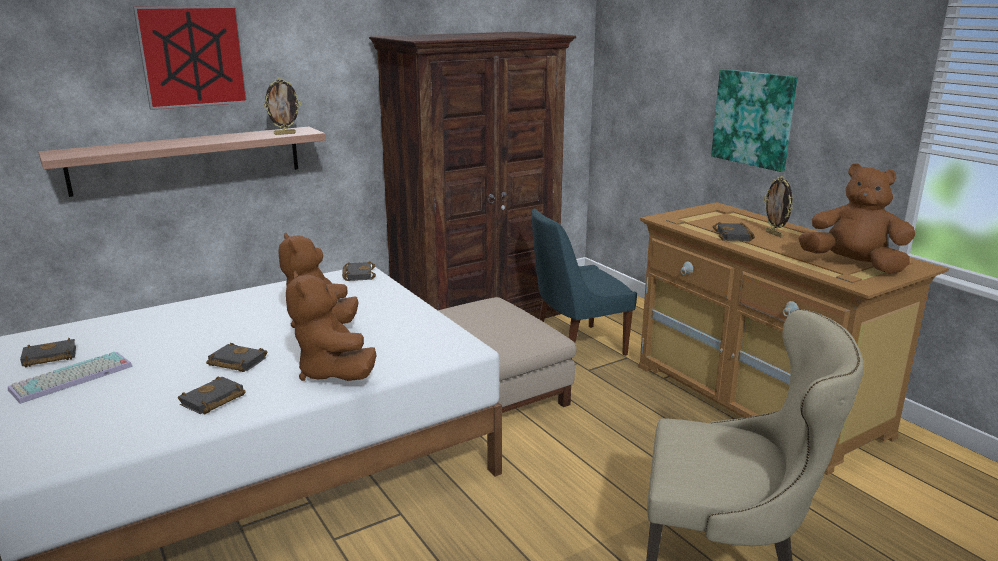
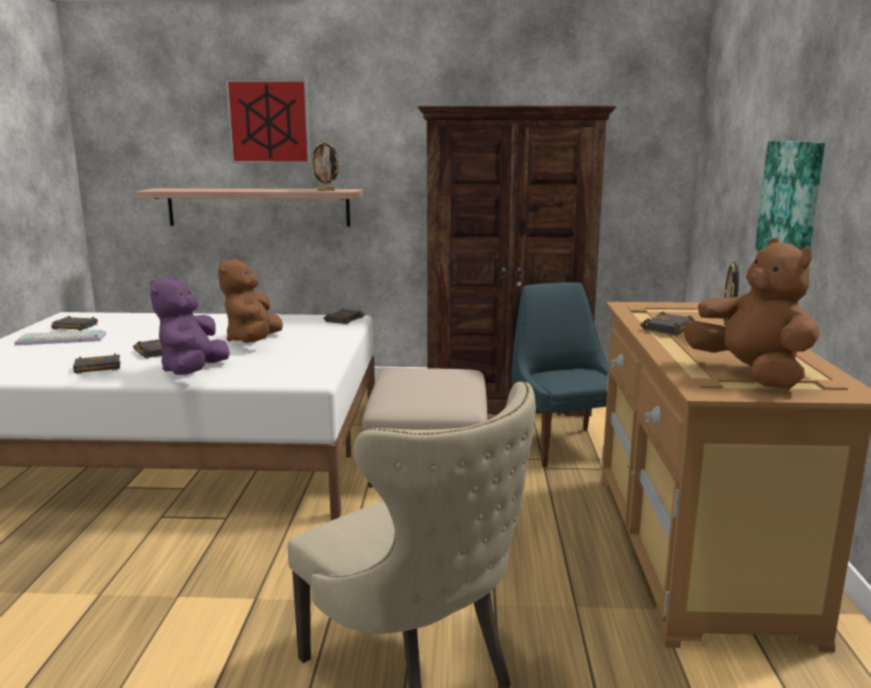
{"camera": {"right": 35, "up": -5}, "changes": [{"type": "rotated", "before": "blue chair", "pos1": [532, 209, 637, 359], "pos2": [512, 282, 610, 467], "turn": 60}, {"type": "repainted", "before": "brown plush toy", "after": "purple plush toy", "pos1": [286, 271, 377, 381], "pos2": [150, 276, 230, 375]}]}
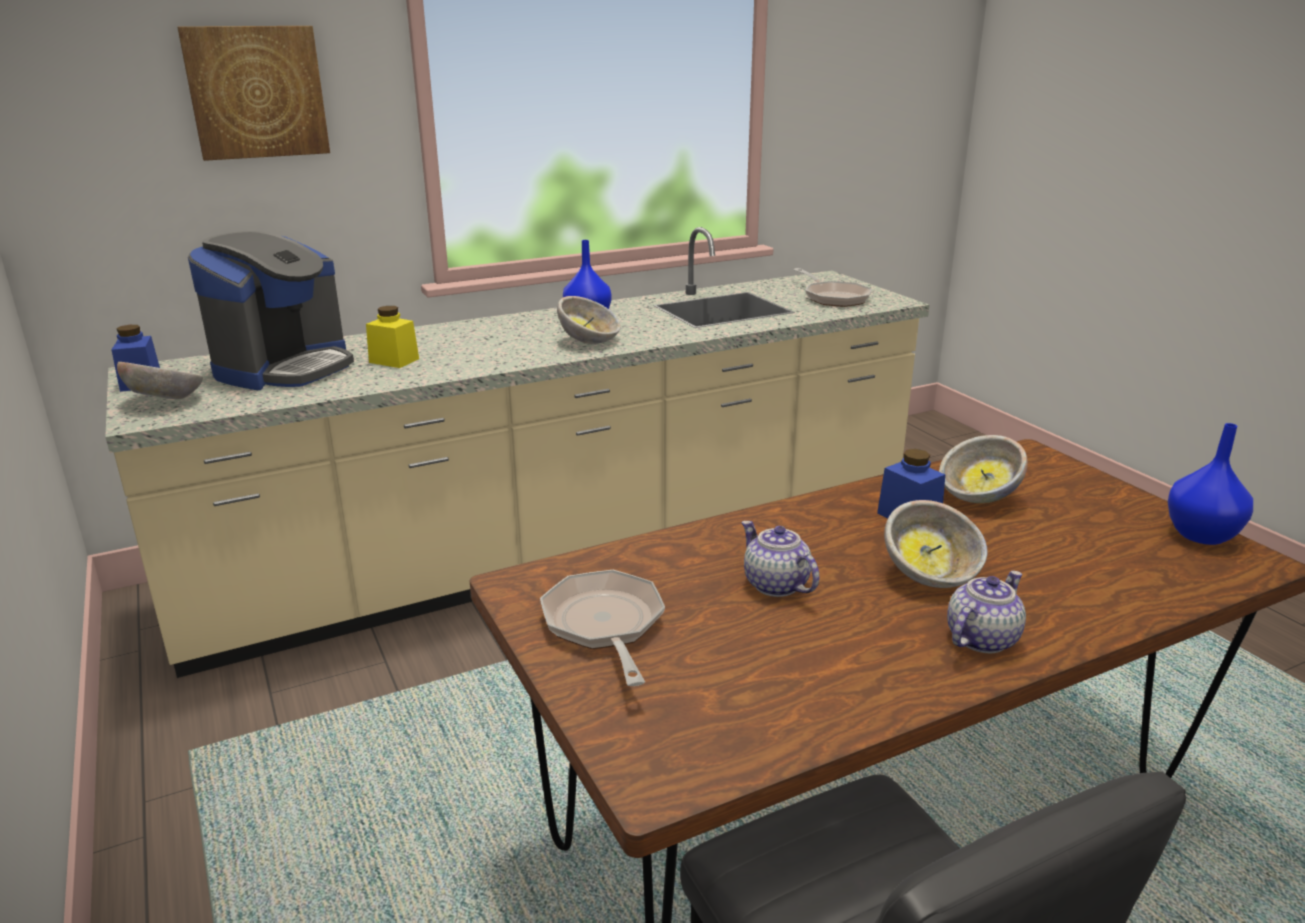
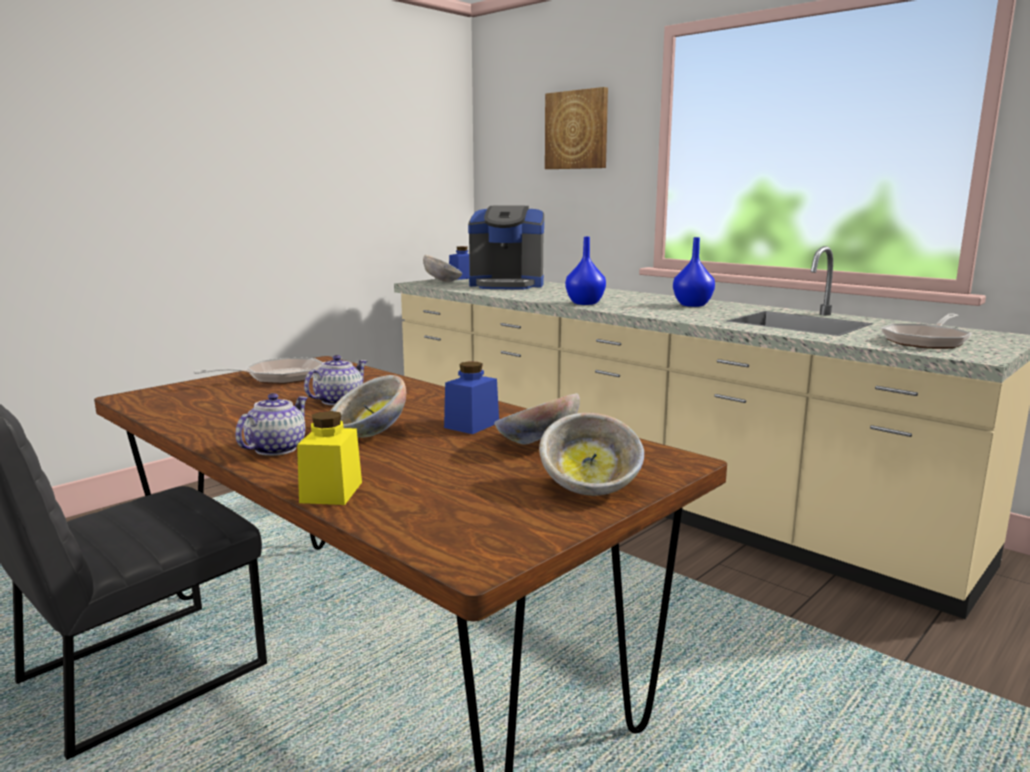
{"camera": {"right": 70, "up": -10}, "changes": [{"type": "shifted", "before": "bowl", "pos1": [557, 296, 621, 344], "pos2": [539, 413, 644, 496]}, {"type": "shifted", "before": "yellow jar", "pos1": [366, 306, 419, 368], "pos2": [297, 411, 362, 505]}, {"type": "shifted", "before": "blue vase", "pos1": [1168, 423, 1253, 545], "pos2": [565, 237, 606, 305]}, {"type": "rotated", "before": "teapot", "pos1": [947, 571, 1026, 653], "pos2": [235, 393, 308, 456], "turn": -90}]}
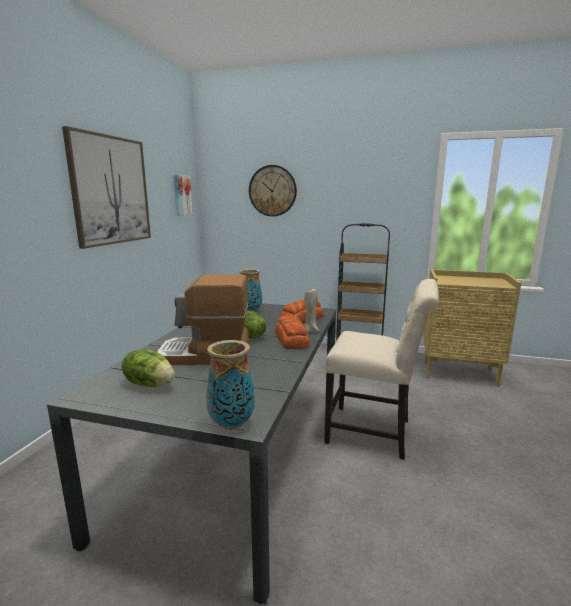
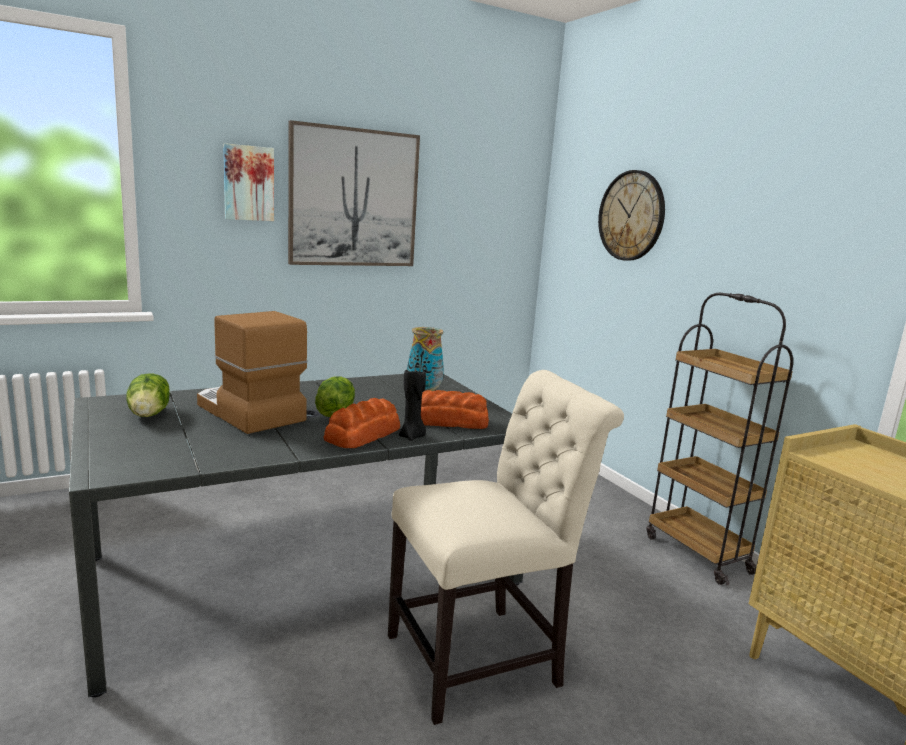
{"camera": {"right": 45, "up": 0}, "changes": [{"type": "shifted", "before": "picture", "pos1": [174, 174, 193, 216], "pos2": [223, 143, 274, 221]}, {"type": "rotated", "before": "beige chair", "pos1": [324, 279, 439, 460], "pos2": [388, 370, 624, 725], "turn": -90}, {"type": "repainted", "before": "beige candle", "after": "black candle", "pos1": [304, 289, 319, 333], "pos2": [399, 368, 426, 441]}, {"type": "gone", "before": "vase", "pos1": [206, 340, 255, 430]}]}
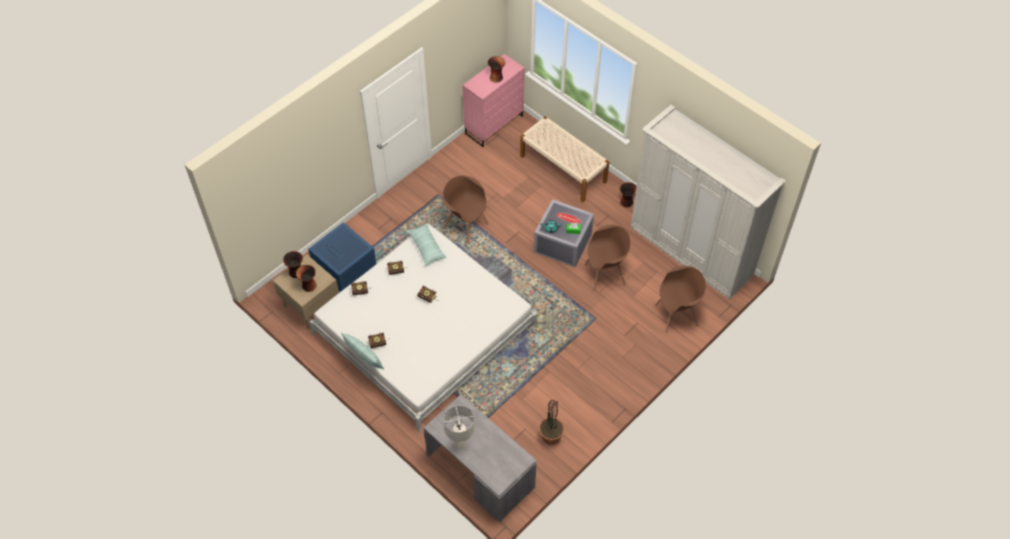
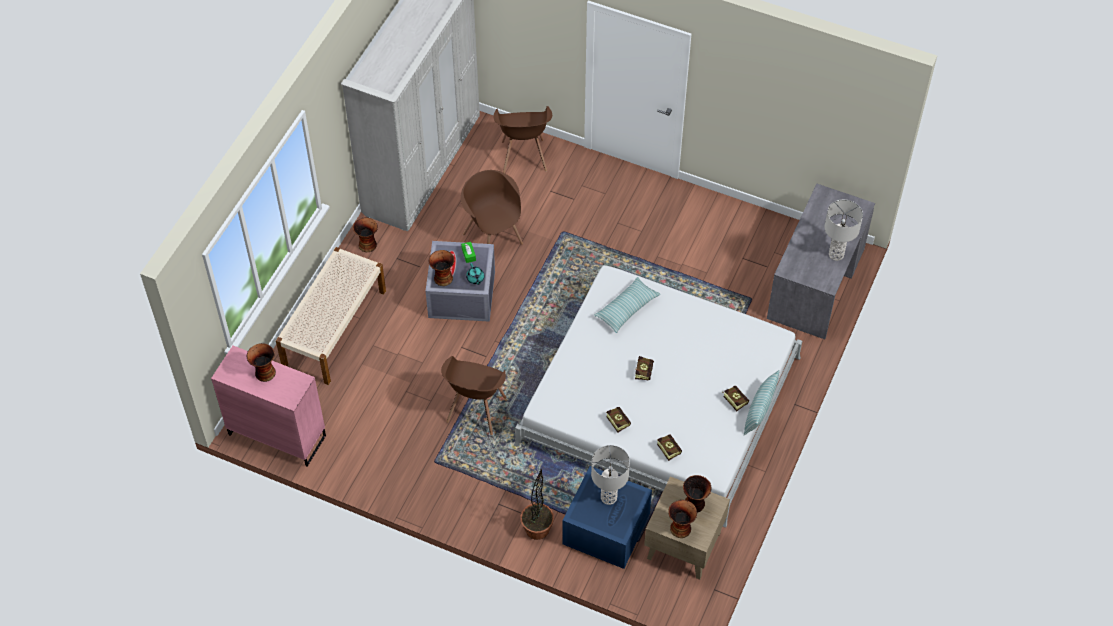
{"camera": {"right": -110, "up": 0}, "changes": [{"type": "shifted", "before": "pillow", "pos1": [407, 223, 446, 266], "pos2": [594, 277, 660, 333]}, {"type": "rotated", "before": "brown chair", "pos1": [655, 266, 706, 333], "pos2": [493, 106, 552, 173], "turn": -150}, {"type": "shifted", "before": "potted plant", "pos1": [539, 400, 564, 445], "pos2": [520, 468, 554, 540]}, {"type": "new", "after": "vase", "pos2": [429, 250, 454, 286]}, {"type": "new", "after": "white table lamp", "pos2": [591, 445, 630, 505]}]}
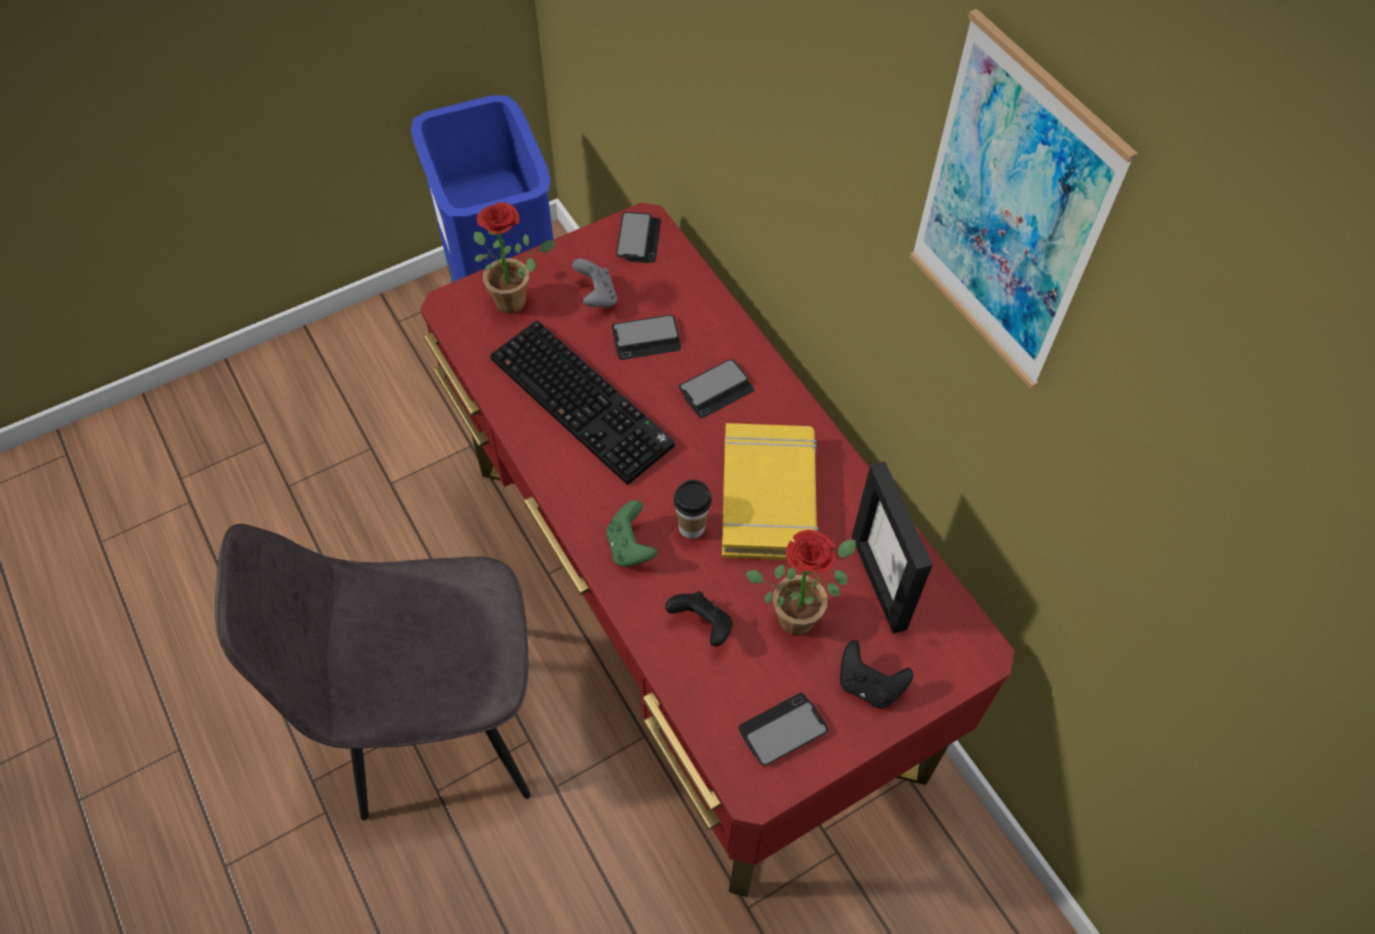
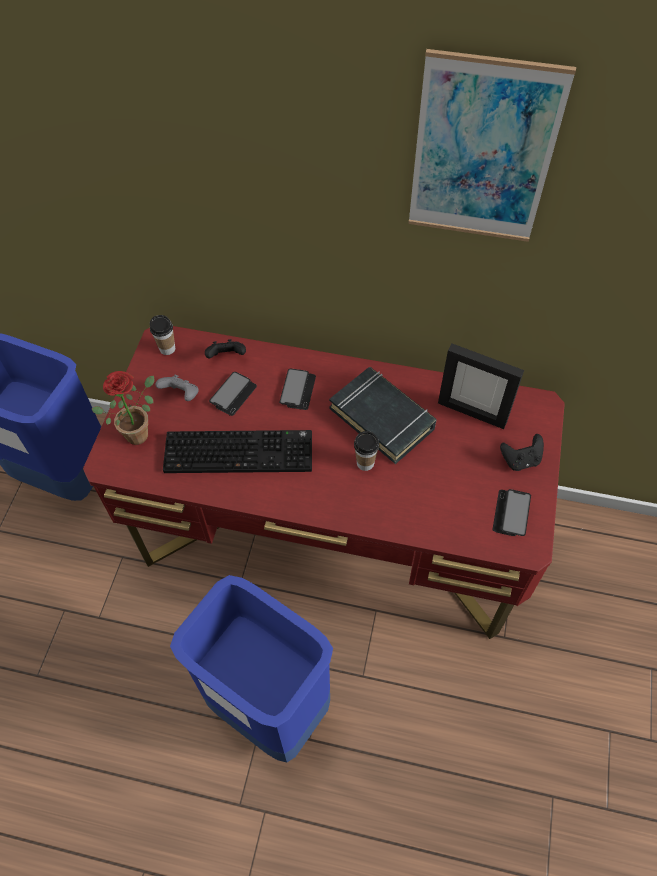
{"camera": {"right": -45, "up": 0}, "changes": [{"type": "swapped", "before": "phone", "after": "cup", "pos1": [616, 212, 661, 263], "pos2": [150, 315, 175, 355]}, {"type": "repainted", "before": "yellow book", "after": "black book", "pos1": [722, 423, 818, 560], "pos2": [329, 367, 437, 464]}, {"type": "gone", "before": "green game controller", "pos1": [606, 500, 657, 567]}, {"type": "swapped", "before": "grey chair", "after": "blue trash can", "pos1": [215, 524, 531, 820], "pos2": [170, 575, 333, 763]}, {"type": "gone", "before": "potted plant", "pos1": [746, 530, 856, 636]}, {"type": "shifted", "before": "black game controller", "pos1": [665, 591, 733, 647], "pos2": [205, 339, 246, 359]}]}
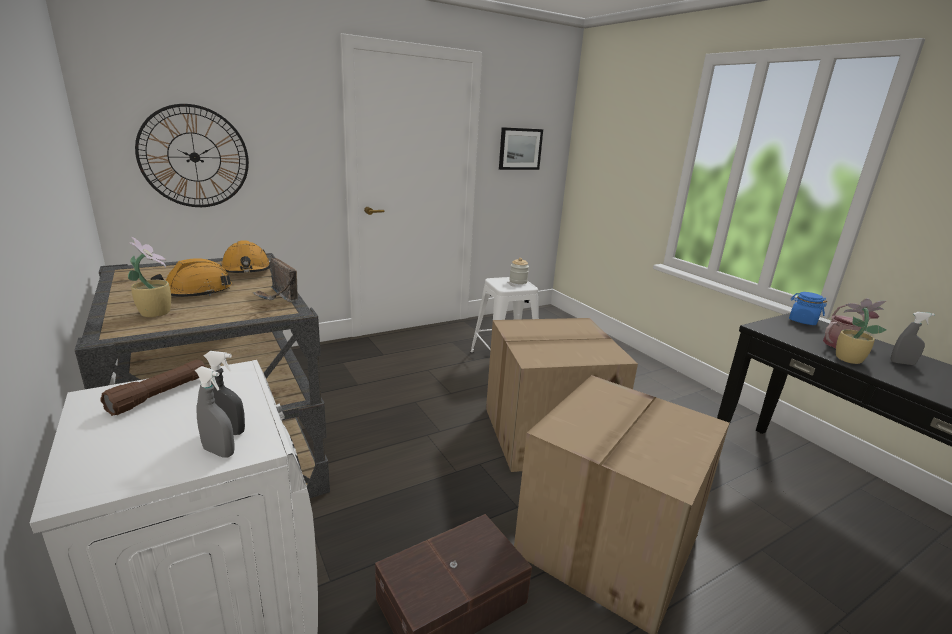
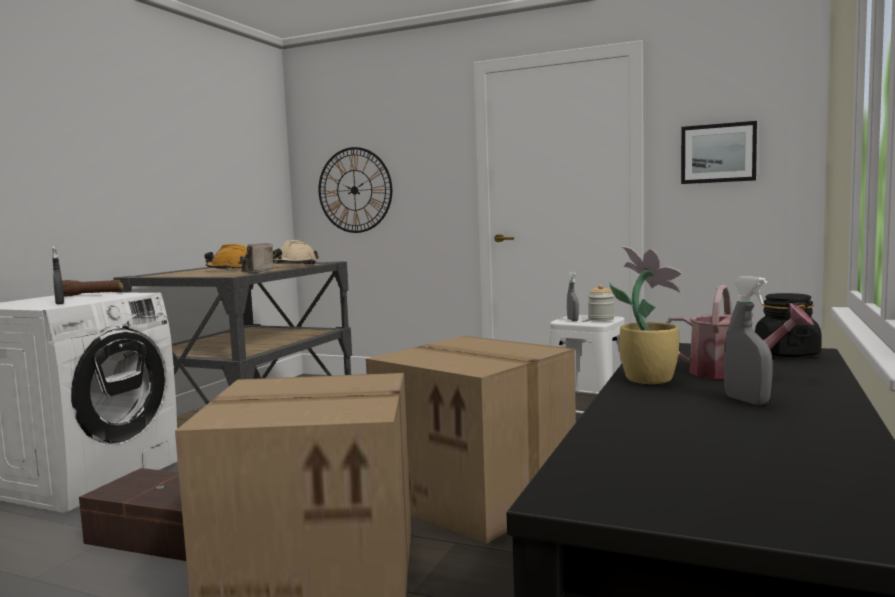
{"camera": {"right": 55, "up": -15}, "changes": [{"type": "gone", "before": "potted plant", "pos1": [128, 237, 171, 317]}, {"type": "repainted", "before": "orange hard hat", "after": "beige hard hat", "pos1": [220, 240, 271, 273], "pos2": [273, 240, 319, 264]}, {"type": "repainted", "before": "blue jar", "after": "black jar", "pos1": [789, 292, 827, 325], "pos2": [755, 293, 822, 357]}, {"type": "shifted", "before": "grey spray bottle", "pos1": [195, 366, 235, 458], "pos2": [567, 272, 579, 321]}]}
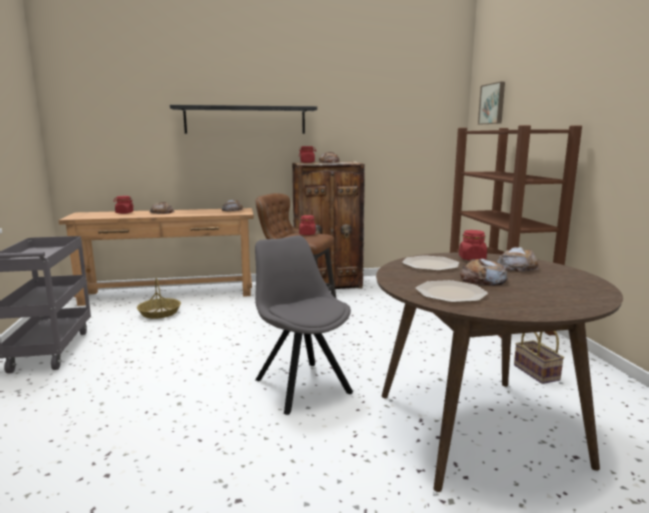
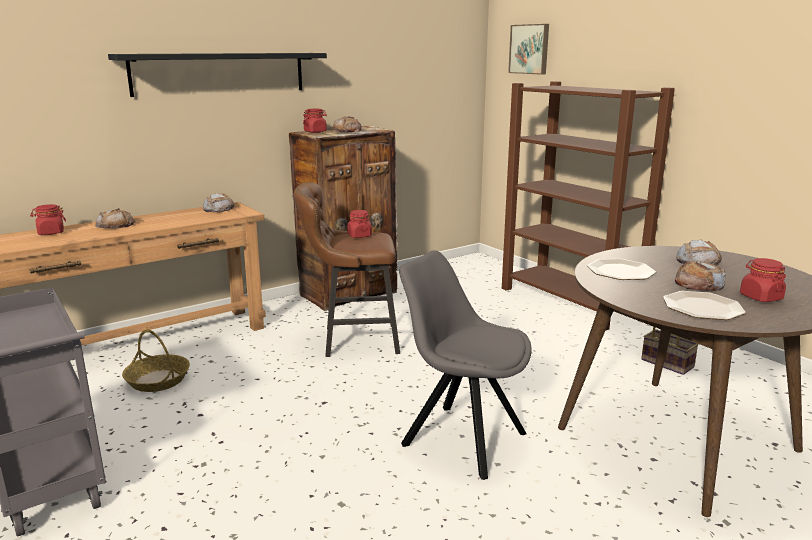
{"camera": {"right": -25, "up": 5}, "changes": [{"type": "shifted", "before": "red jar", "pos1": [459, 230, 487, 260], "pos2": [740, 258, 786, 302]}]}
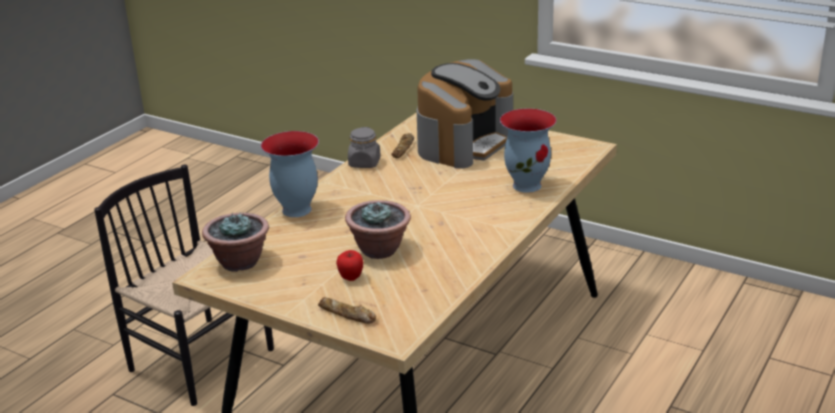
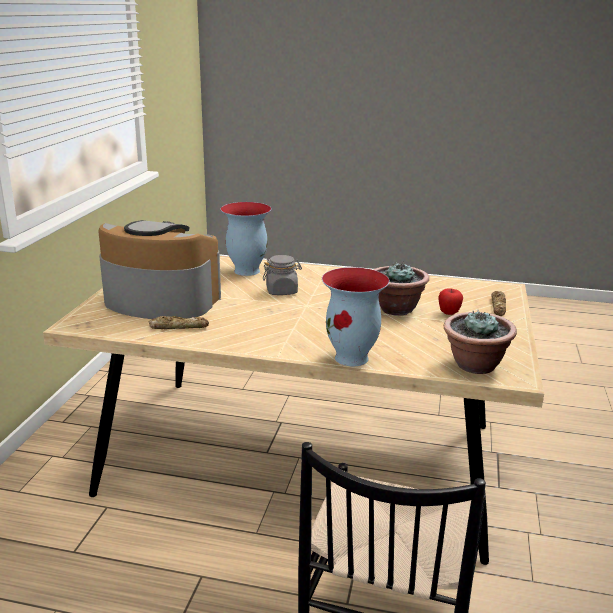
{"camera": {"right": -110, "up": -5}, "changes": [{"type": "shifted", "before": "grey jar", "pos1": [348, 127, 381, 168], "pos2": [263, 255, 302, 295]}]}
